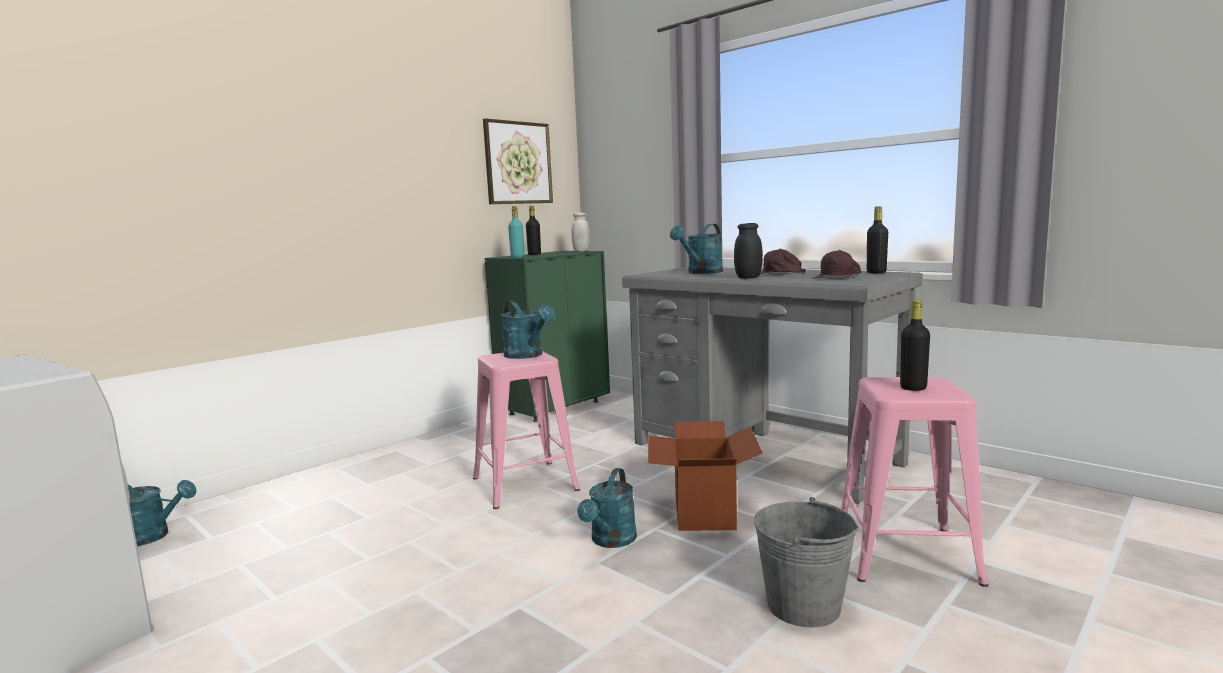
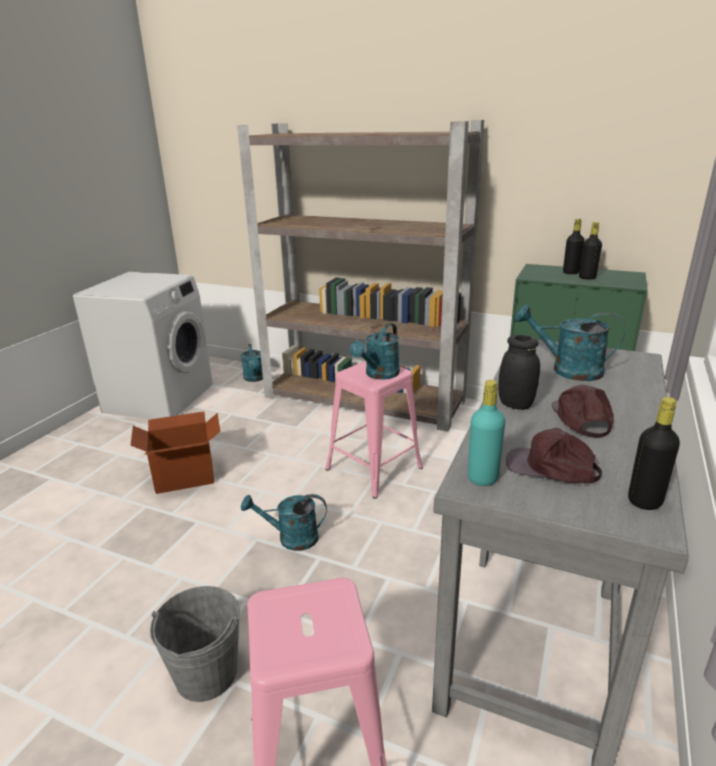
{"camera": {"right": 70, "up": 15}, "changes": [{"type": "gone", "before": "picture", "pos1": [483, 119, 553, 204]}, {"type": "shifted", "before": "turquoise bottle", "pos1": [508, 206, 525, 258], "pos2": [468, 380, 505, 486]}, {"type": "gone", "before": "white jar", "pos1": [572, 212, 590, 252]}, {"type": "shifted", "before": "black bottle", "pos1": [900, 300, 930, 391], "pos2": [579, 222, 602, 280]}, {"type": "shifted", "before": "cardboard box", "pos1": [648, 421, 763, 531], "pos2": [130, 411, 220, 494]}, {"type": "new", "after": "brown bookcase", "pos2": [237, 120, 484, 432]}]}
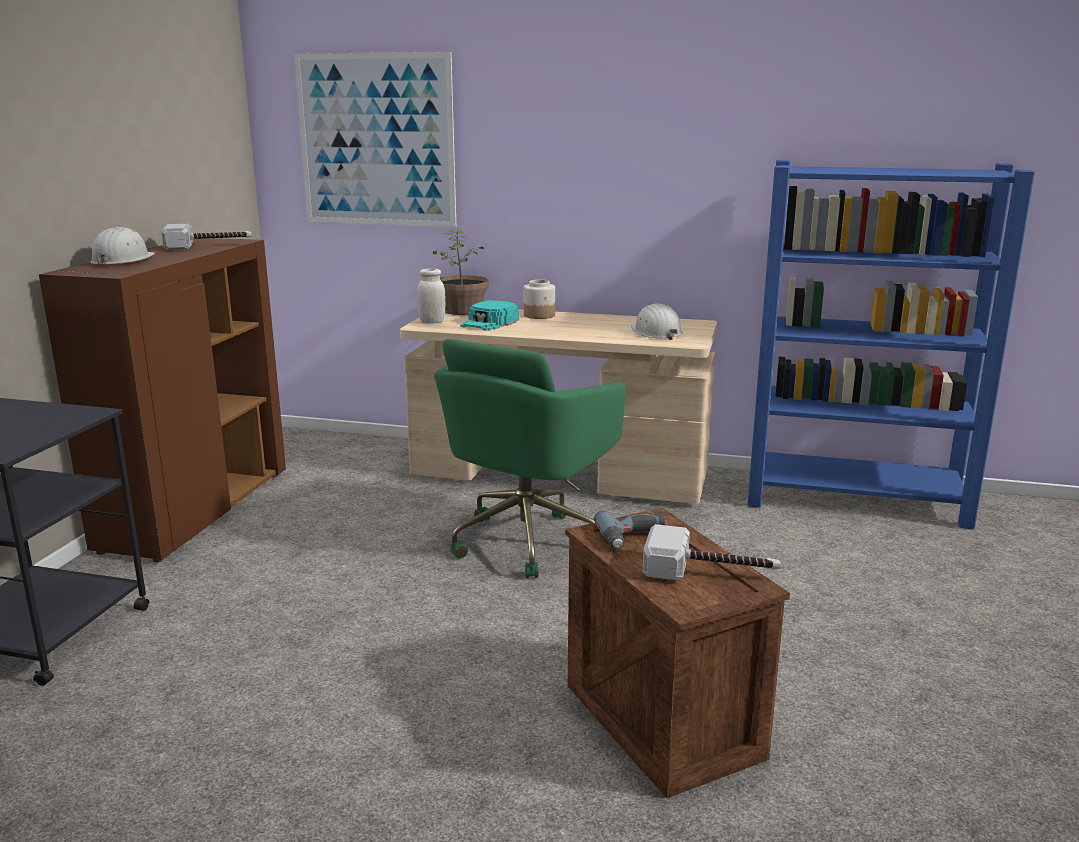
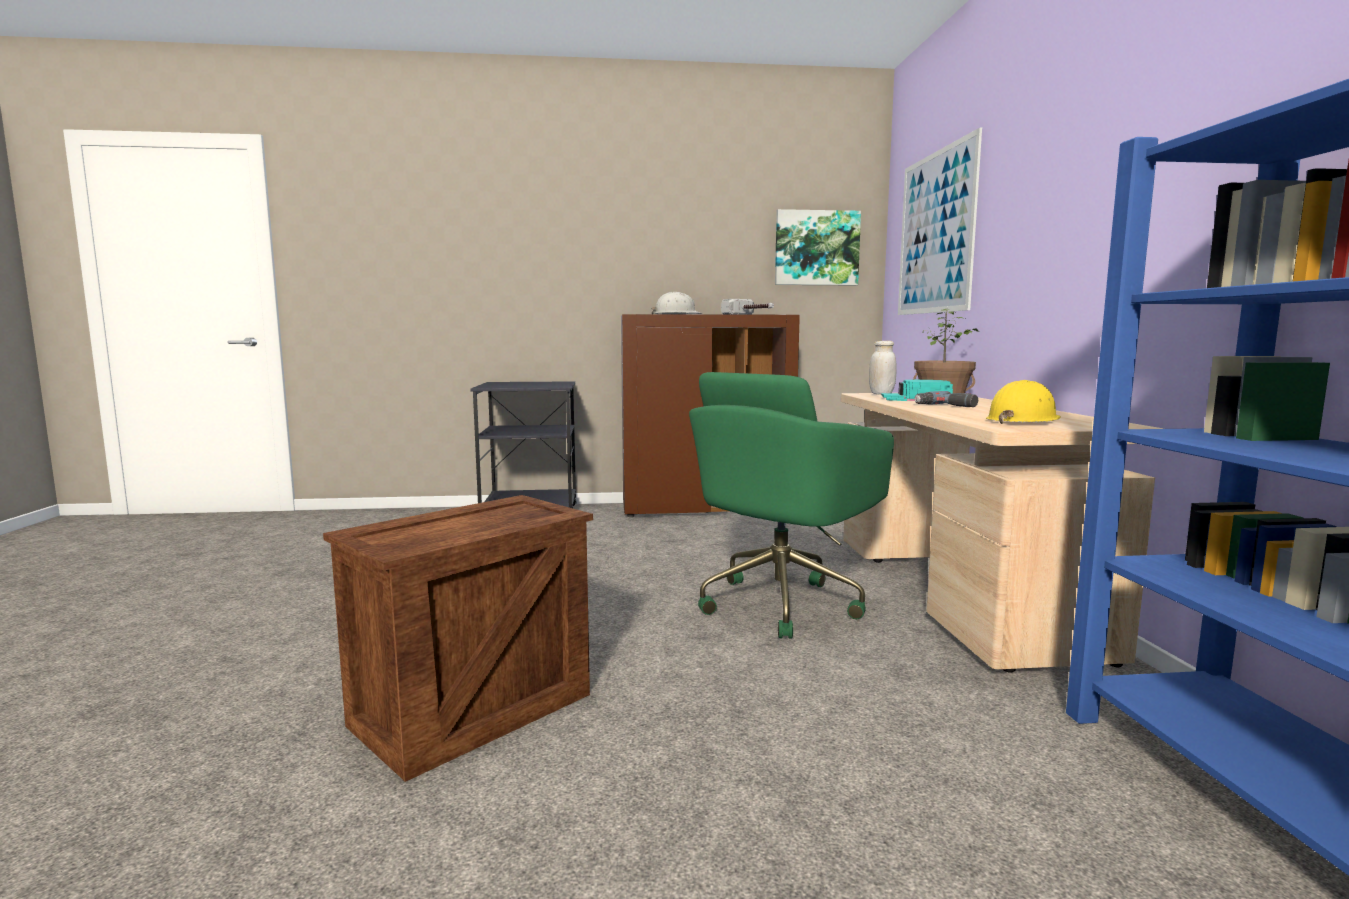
{"camera": {"right": 70, "up": -10}, "changes": [{"type": "gone", "before": "jar", "pos1": [524, 280, 555, 319]}, {"type": "repainted", "before": "white hard hat", "after": "yellow hard hat", "pos1": [631, 303, 683, 340], "pos2": [986, 380, 1061, 424]}, {"type": "rotated", "before": "green office chair", "pos1": [434, 339, 626, 578], "pos2": [689, 372, 894, 638], "turn": -60}, {"type": "shifted", "before": "power drill", "pos1": [594, 511, 665, 549], "pos2": [914, 391, 978, 407]}, {"type": "gone", "before": "hammer", "pos1": [643, 524, 780, 580]}, {"type": "new", "after": "picture", "pos2": [775, 209, 861, 285]}]}
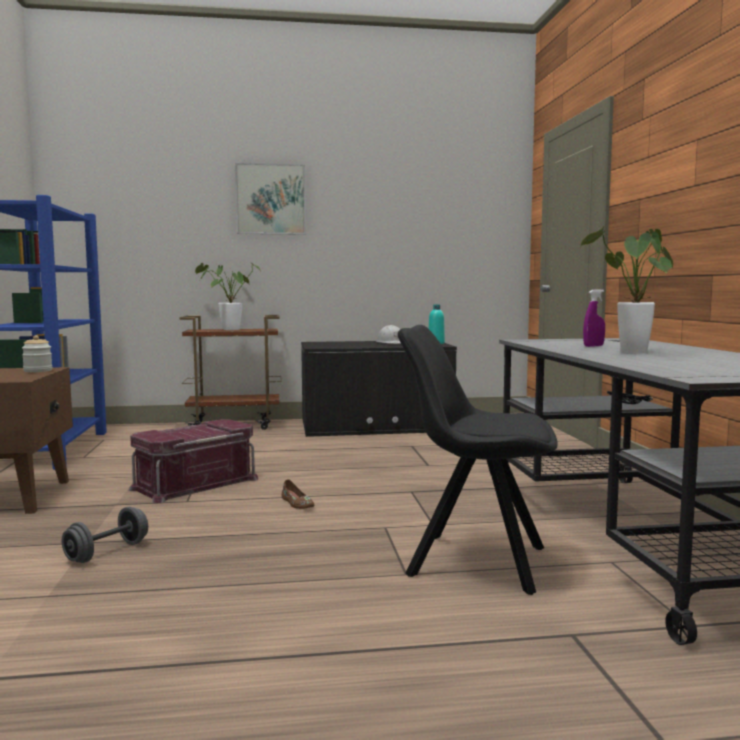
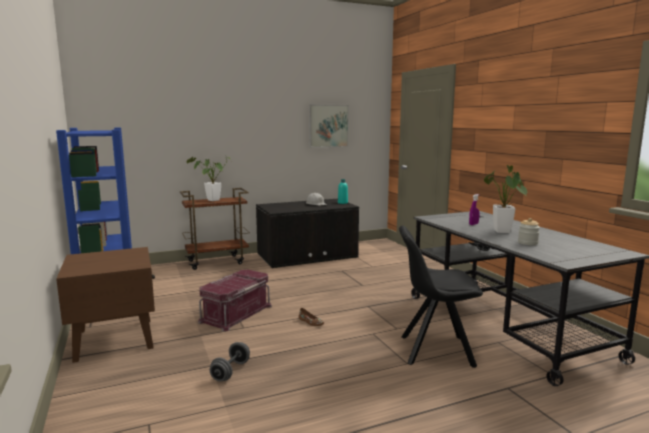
{"camera": {"right": -15, "up": 5}, "changes": [{"type": "shifted", "before": "picture", "pos1": [235, 163, 306, 235], "pos2": [309, 105, 349, 148]}, {"type": "shifted", "before": "jar", "pos1": [22, 335, 52, 372], "pos2": [518, 218, 540, 245]}]}
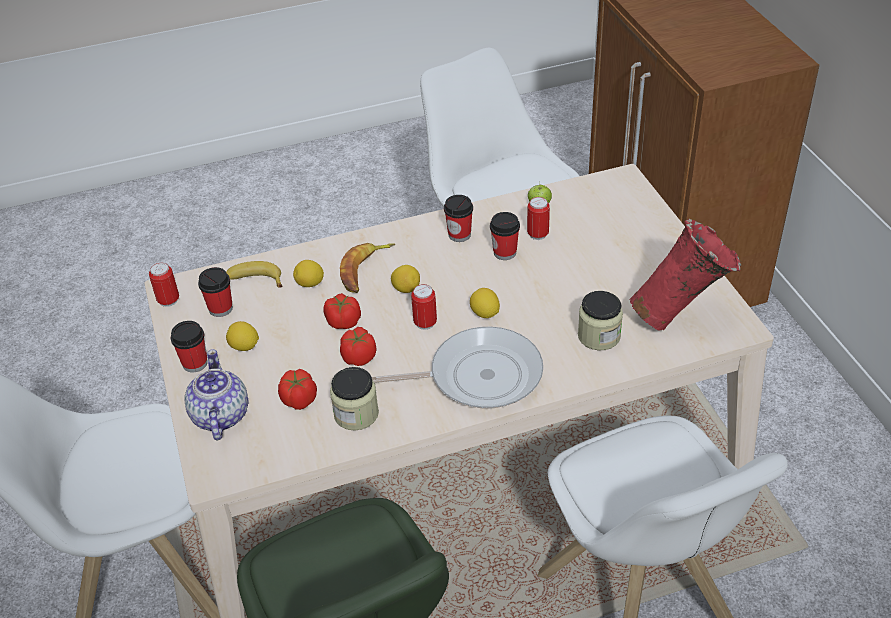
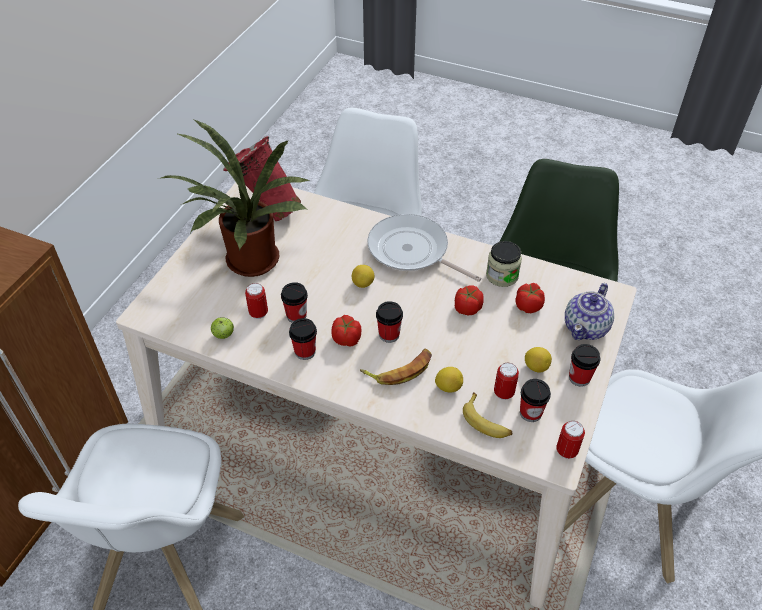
{"camera": {"right": -140, "up": 5}, "changes": [{"type": "swapped", "before": "lemon", "after": "cup", "pos1": [391, 265, 420, 293], "pos2": [376, 301, 403, 343]}, {"type": "shifted", "before": "can", "pos1": [411, 284, 437, 330], "pos2": [494, 363, 519, 400]}, {"type": "gone", "before": "jar", "pos1": [578, 291, 623, 350]}, {"type": "shifted", "before": "tomato", "pos1": [323, 293, 361, 329], "pos2": [331, 315, 361, 347]}, {"type": "new", "after": "potted plant", "pos2": [157, 119, 309, 277]}]}
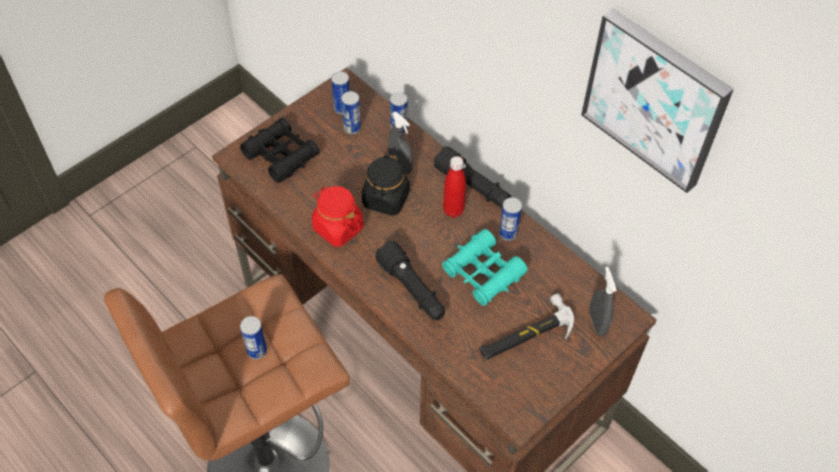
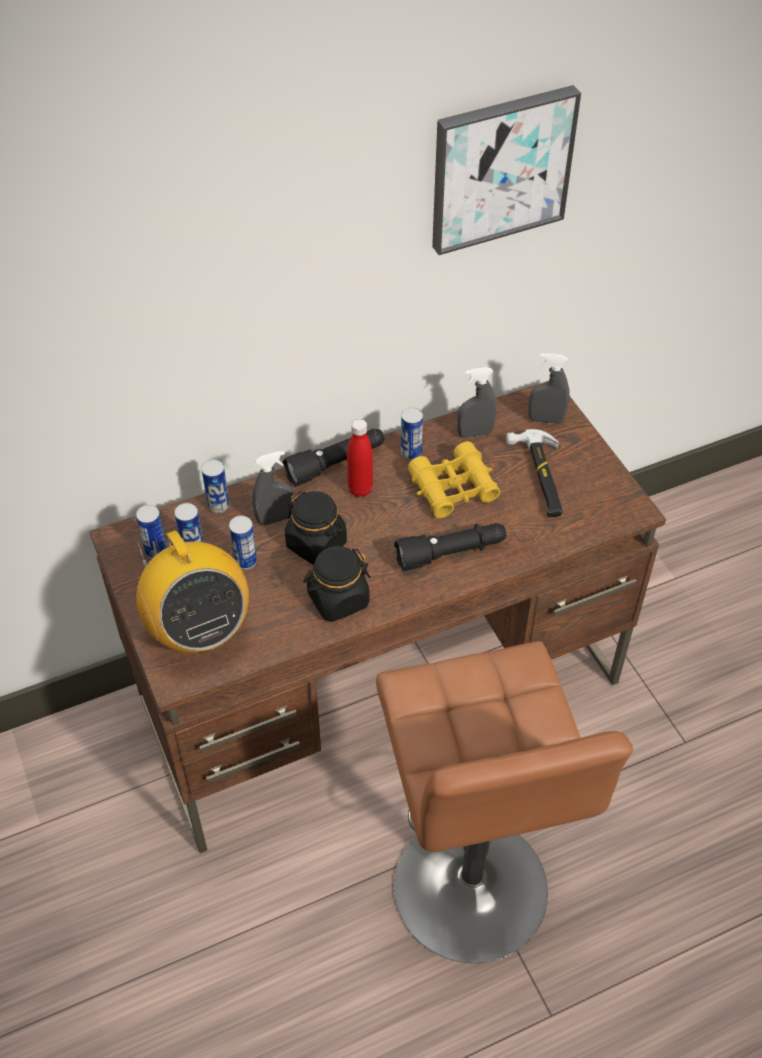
{"camera": {"right": -70, "up": -5}, "changes": [{"type": "swapped", "before": "black binoculars", "after": "radio", "pos1": [240, 118, 320, 183], "pos2": [136, 530, 249, 653]}, {"type": "repainted", "before": "red jar", "after": "black jar", "pos1": [312, 186, 364, 247], "pos2": [303, 546, 370, 622]}, {"type": "repainted", "before": "turquoise binoculars", "after": "yellow binoculars", "pos1": [442, 229, 528, 306], "pos2": [408, 441, 501, 518]}, {"type": "shifted", "before": "can", "pos1": [240, 316, 267, 359], "pos2": [229, 516, 257, 570]}, {"type": "new", "after": "grey spray bottle", "pos2": [457, 367, 496, 438]}]}
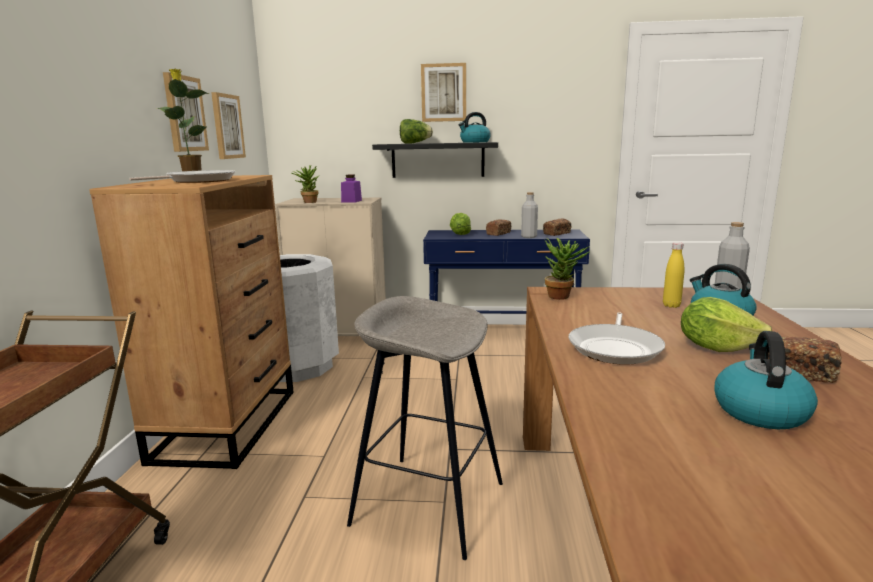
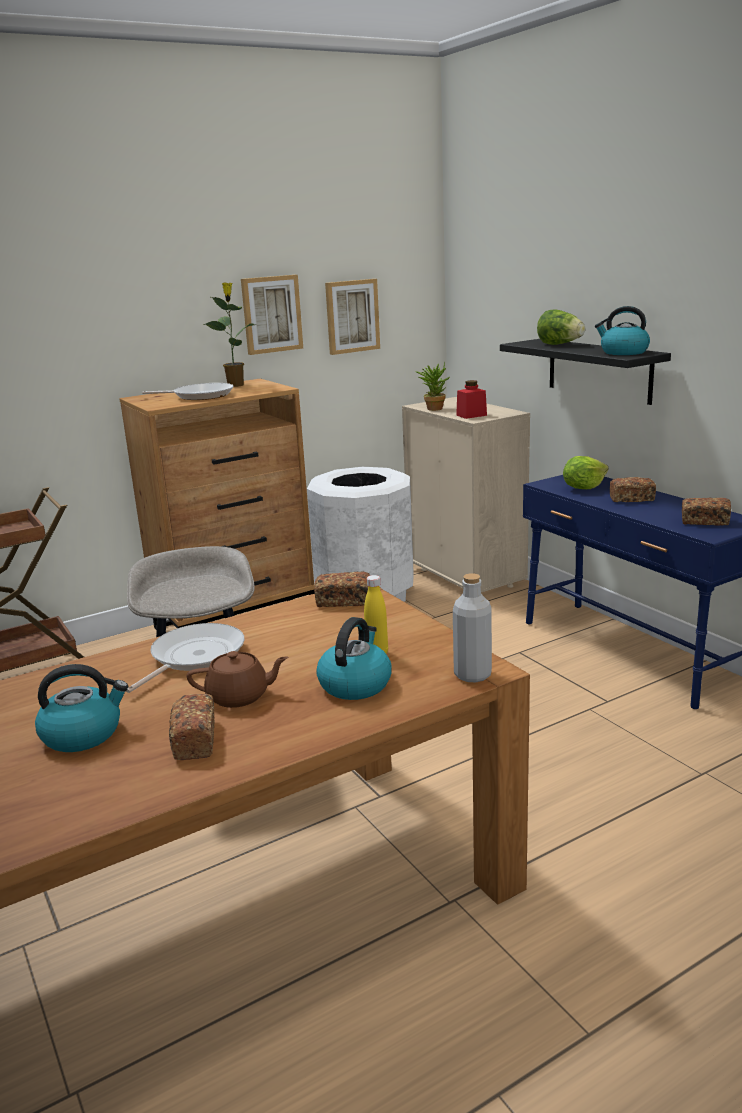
{"camera": {"right": 55, "up": 5}, "changes": [{"type": "gone", "before": "picture", "pos1": [421, 63, 466, 122]}, {"type": "repainted", "before": "purple jar", "after": "red jar", "pos1": [341, 174, 362, 203], "pos2": [456, 380, 487, 419]}, {"type": "gone", "before": "grey bottle", "pos1": [521, 192, 538, 238]}, {"type": "swapped", "before": "potted plant", "after": "bread", "pos1": [545, 238, 590, 300], "pos2": [314, 572, 370, 607]}, {"type": "swapped", "before": "lettuce", "after": "brown teapot", "pos1": [681, 297, 772, 352], "pos2": [187, 651, 288, 708]}, {"type": "rotated", "before": "frying pan", "pos1": [569, 312, 665, 365], "pos2": [126, 623, 245, 693], "turn": 135}]}
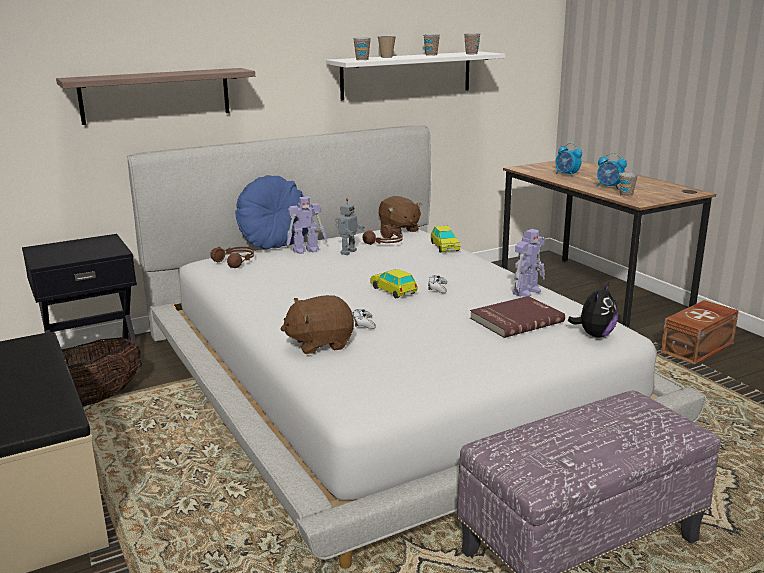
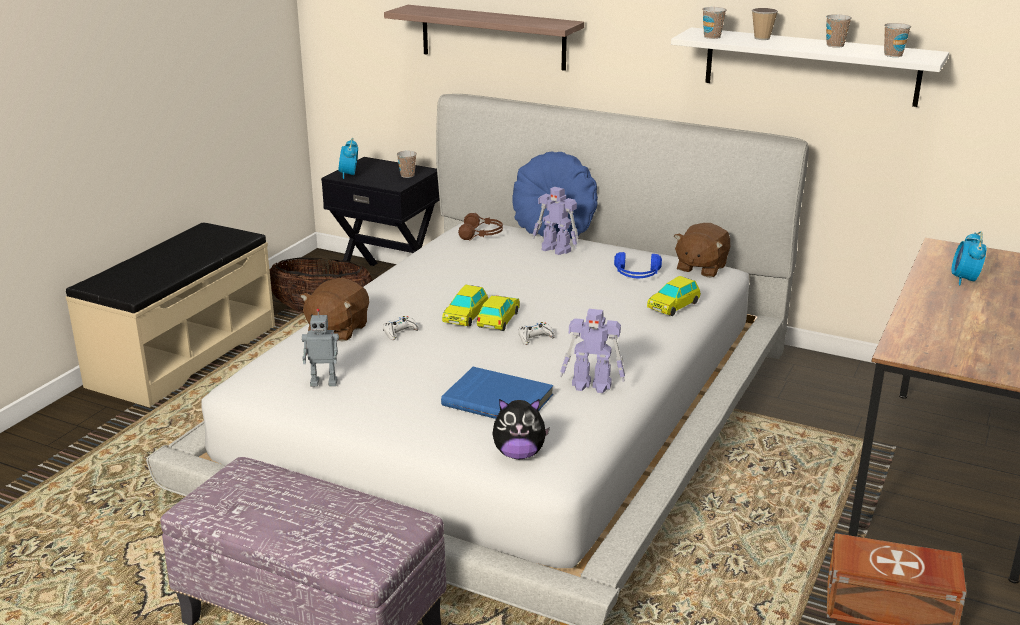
{"camera": {"right": 55, "up": 5}, "changes": [{"type": "shifted", "before": "alarm clock", "pos1": [597, 153, 627, 189], "pos2": [339, 138, 358, 179]}, {"type": "shifted", "before": "cup", "pos1": [619, 172, 638, 197], "pos2": [397, 151, 417, 178]}, {"type": "shifted", "before": "toy robot", "pos1": [335, 199, 365, 255], "pos2": [302, 309, 339, 387]}, {"type": "repainted", "before": "brown headphones", "after": "blue headphones", "pos1": [363, 225, 403, 245], "pos2": [614, 252, 662, 278]}, {"type": "rotated", "before": "brown plush toy", "pos1": [280, 295, 354, 354], "pos2": [300, 278, 369, 341], "turn": -105}, {"type": "repainted", "before": "red book", "after": "blue book", "pos1": [470, 296, 565, 338], "pos2": [441, 367, 553, 419]}, {"type": "new", "after": "toy car", "pos2": [442, 285, 488, 327]}]}
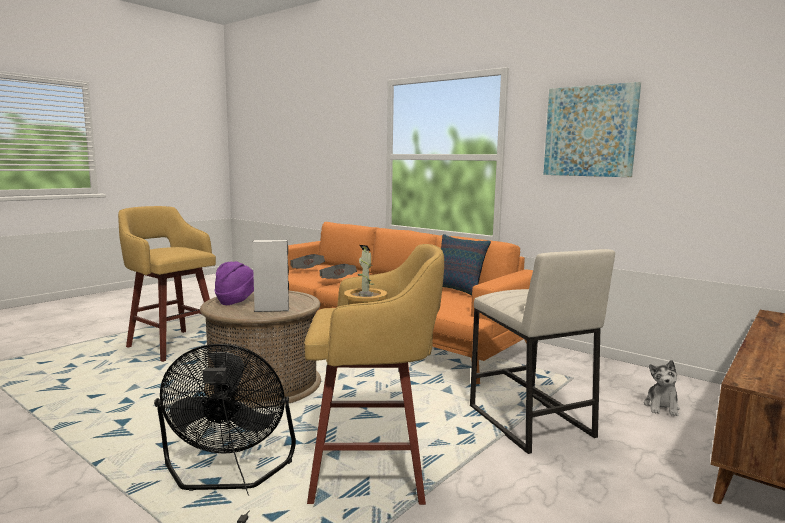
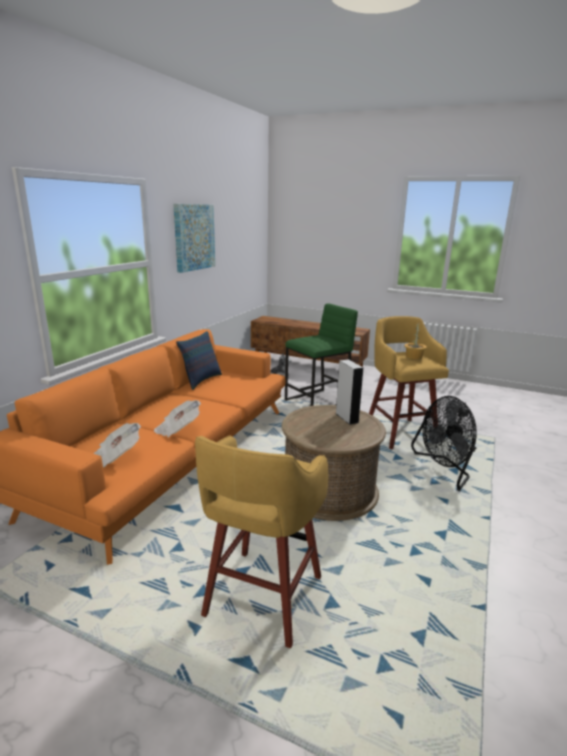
{"camera": {"right": -105, "up": 10}, "changes": [{"type": "repainted", "before": "beige stool", "after": "green stool", "pos1": [470, 249, 615, 454], "pos2": [285, 303, 358, 406]}, {"type": "gone", "before": "purple hat", "pos1": [215, 261, 254, 305]}]}
